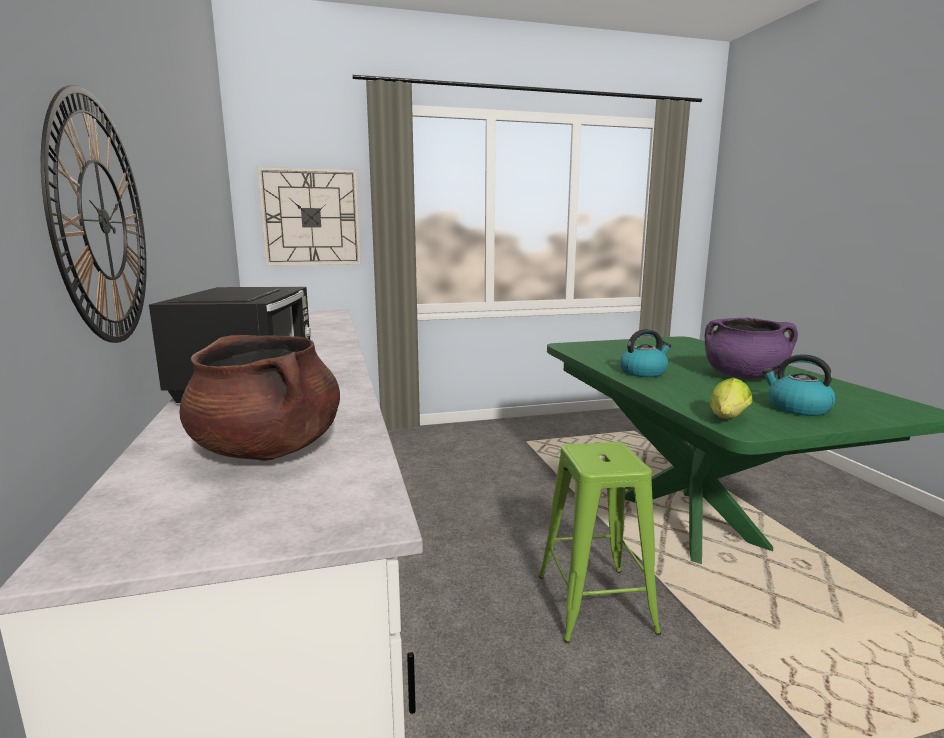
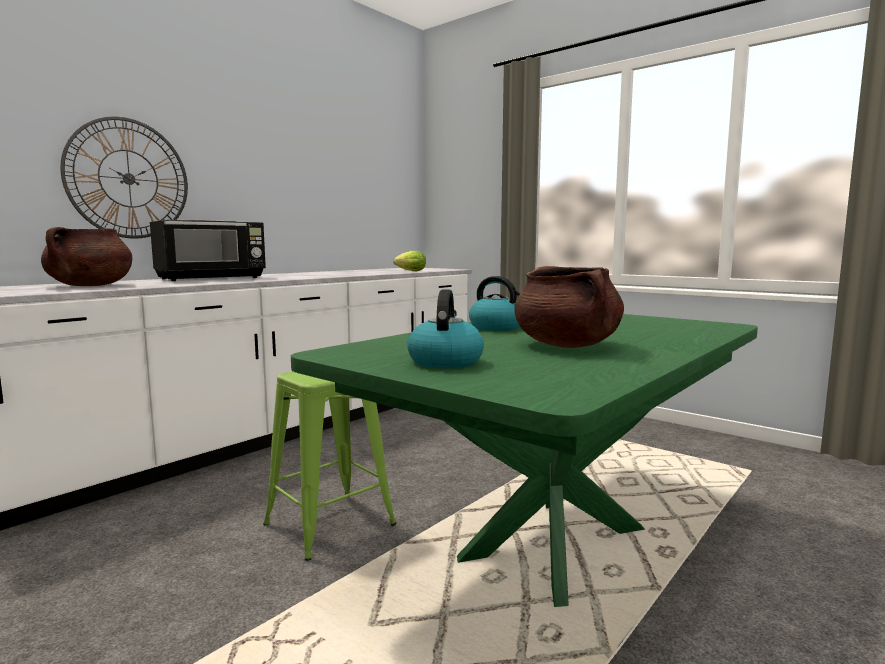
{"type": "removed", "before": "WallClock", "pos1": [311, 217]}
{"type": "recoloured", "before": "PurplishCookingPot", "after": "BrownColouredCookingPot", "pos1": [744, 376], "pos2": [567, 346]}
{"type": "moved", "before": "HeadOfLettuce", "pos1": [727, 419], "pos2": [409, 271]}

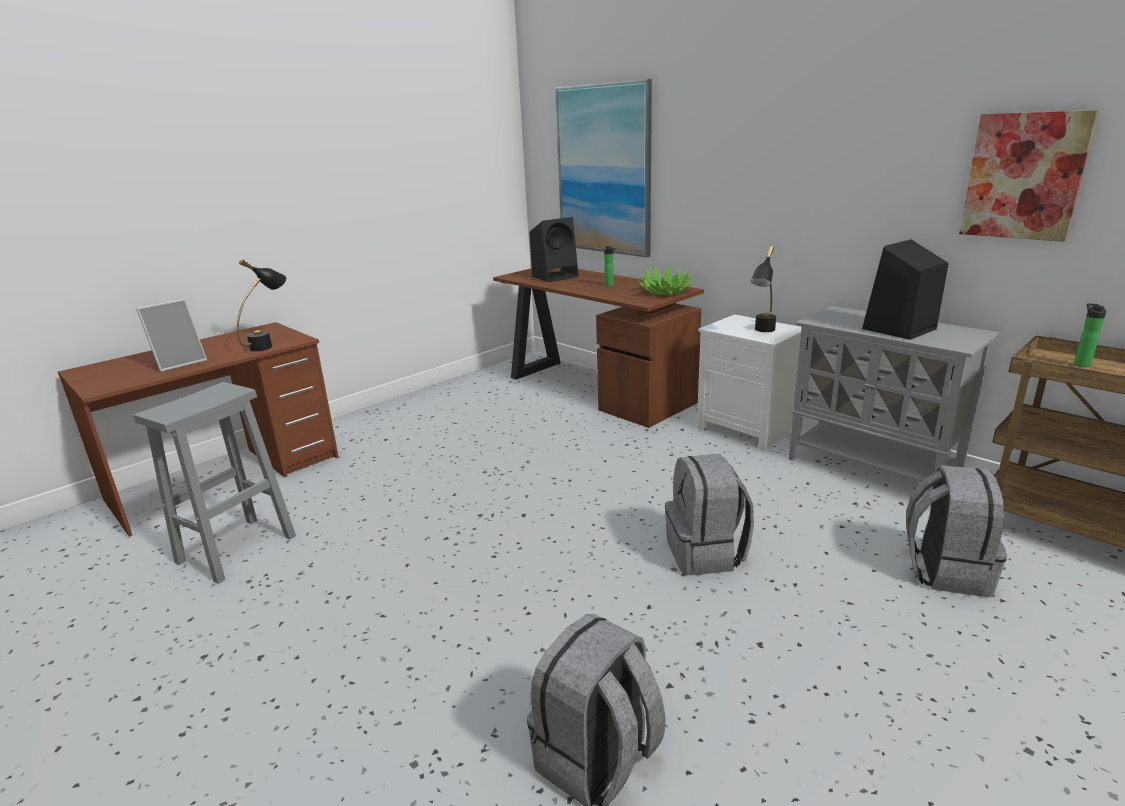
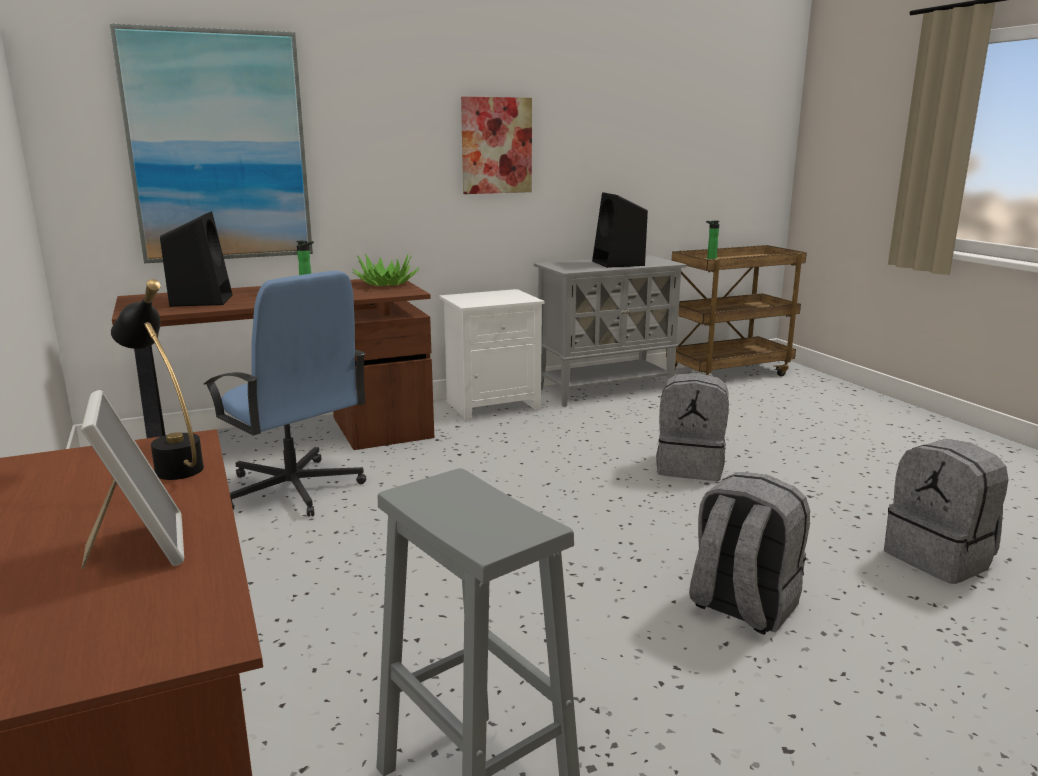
{"type": "moved", "before": "Picture", "pos1": [1024, 176], "pos2": [496, 145]}
{"type": "removed", "before": "BlackColouredTableLamp", "pos1": [762, 332]}
{"type": "moved", "before": "GrayKnapsack", "pos1": [945, 570], "pos2": [741, 607]}
{"type": "added", "after": "BluishOfficeChair", "pos2": [293, 490]}

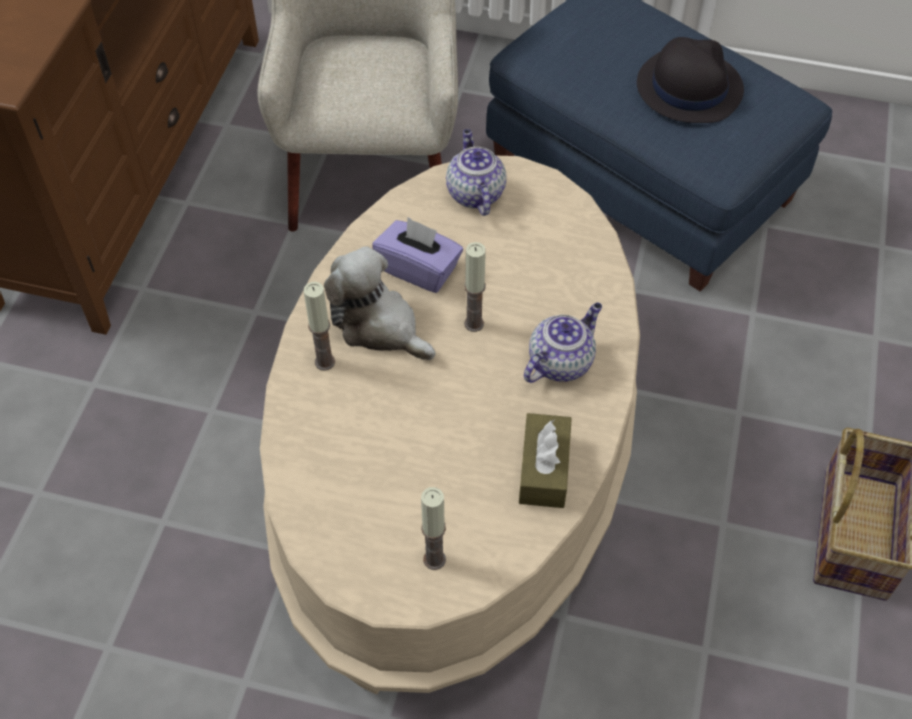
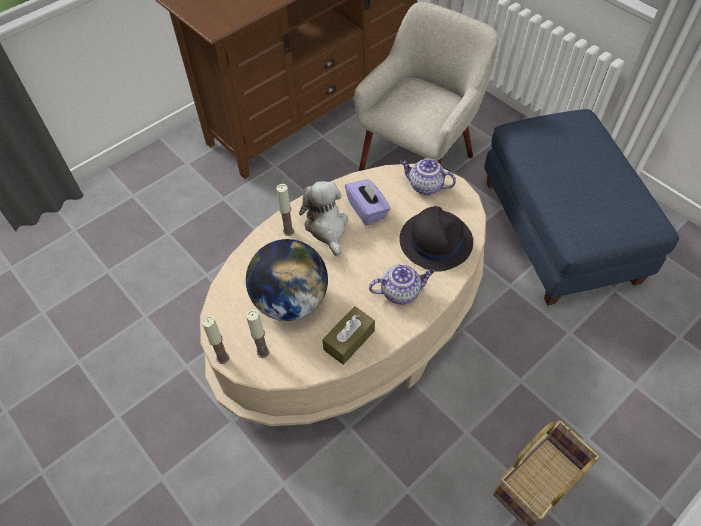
{"type": "moved", "before": "BlackColouredWearableHat", "pos1": [688, 87], "pos2": [435, 240]}
{"type": "turned", "before": "PotForTea", "pos1": [474, 193], "pos2": [425, 186], "turn": -90}
{"type": "moved", "before": "WaxCandle", "pos1": [474, 323], "pos2": [222, 358]}
{"type": "added", "after": "Globe", "pos2": [290, 301]}

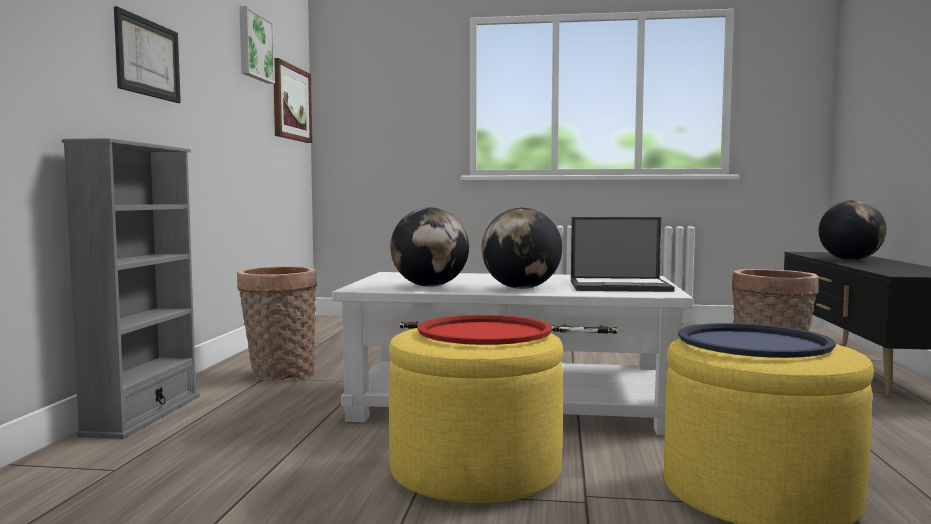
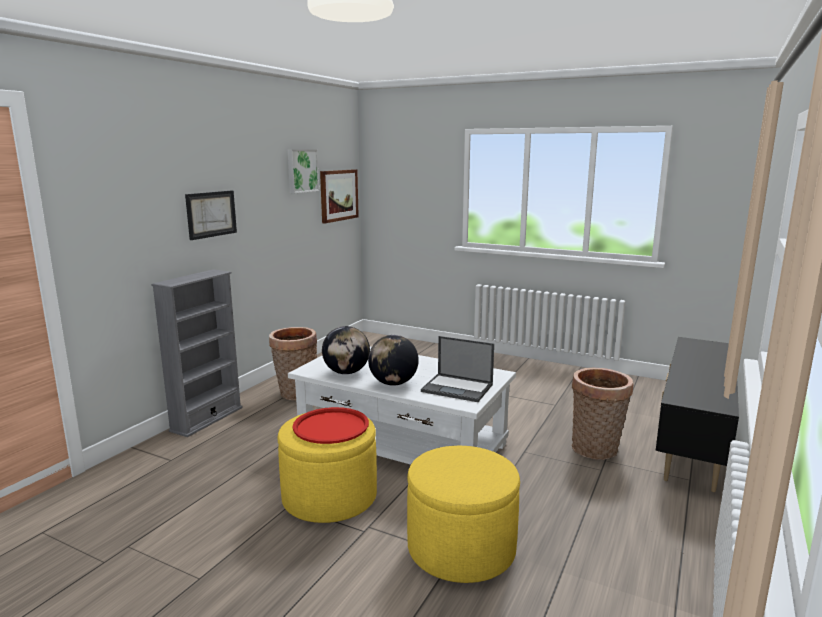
{"type": "removed", "before": "Globe", "pos1": [850, 260]}
{"type": "removed", "before": "BluishTray", "pos1": [753, 343]}

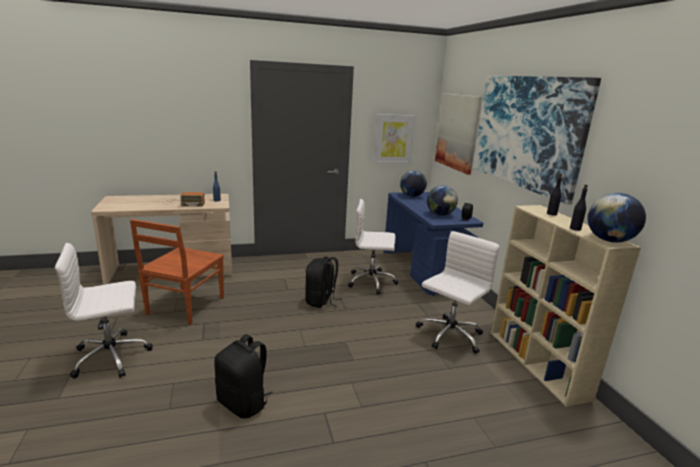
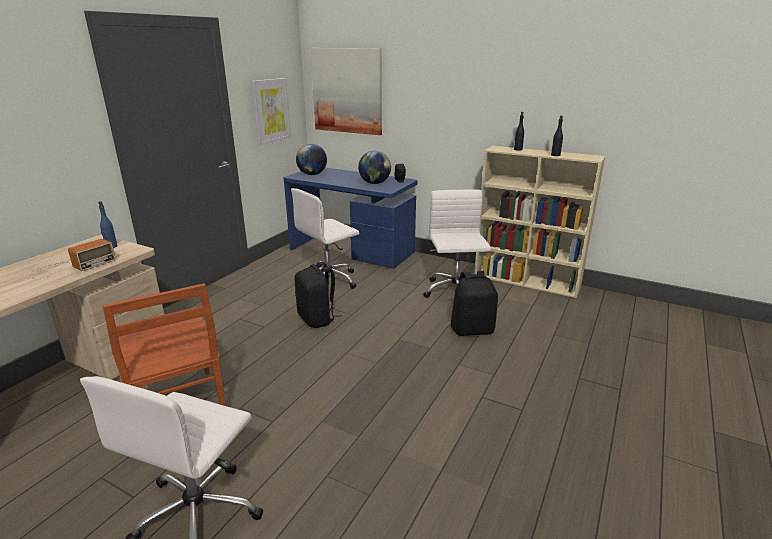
{"type": "removed", "before": "Picture", "pos1": [526, 132]}
{"type": "removed", "before": "Globe", "pos1": [609, 240]}
{"type": "moved", "before": "BlackColouredKnapsack", "pos1": [243, 403], "pos2": [472, 329]}

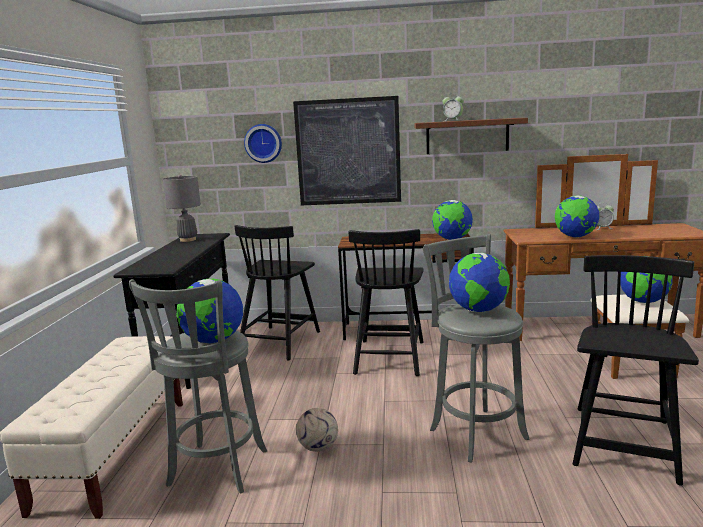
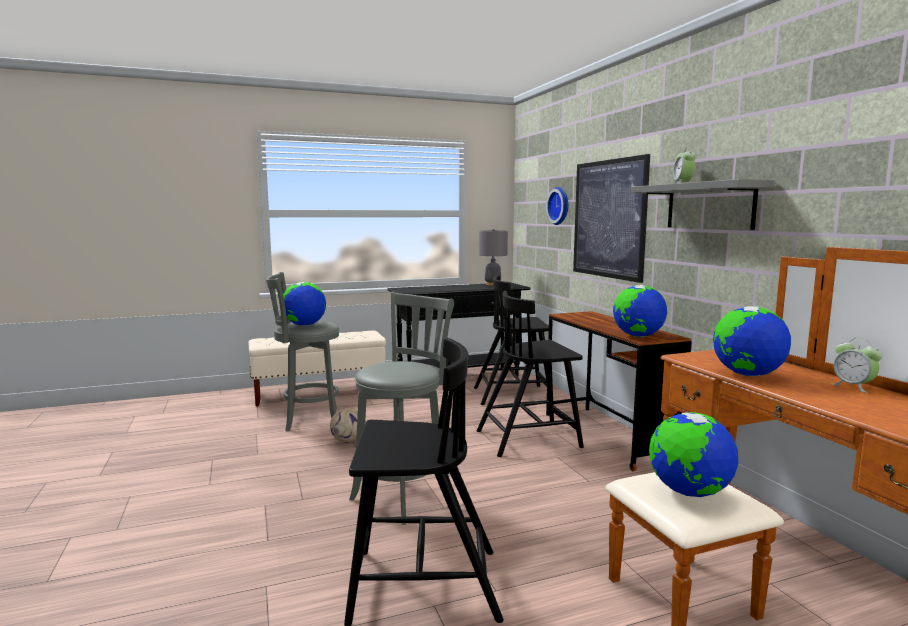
{"type": "recoloured", "before": "BrownColouredShelf", "after": "GrayShelf", "pos1": [467, 136], "pos2": [709, 206]}
{"type": "removed", "before": "Globe", "pos1": [478, 310]}

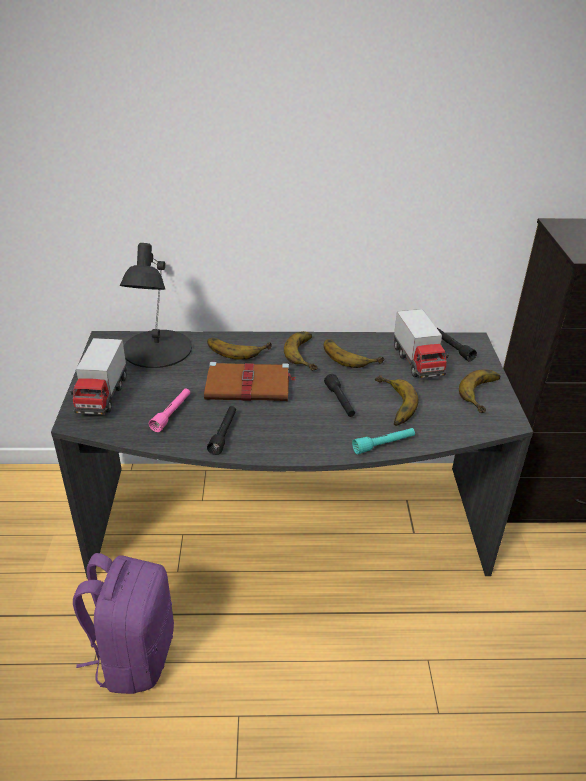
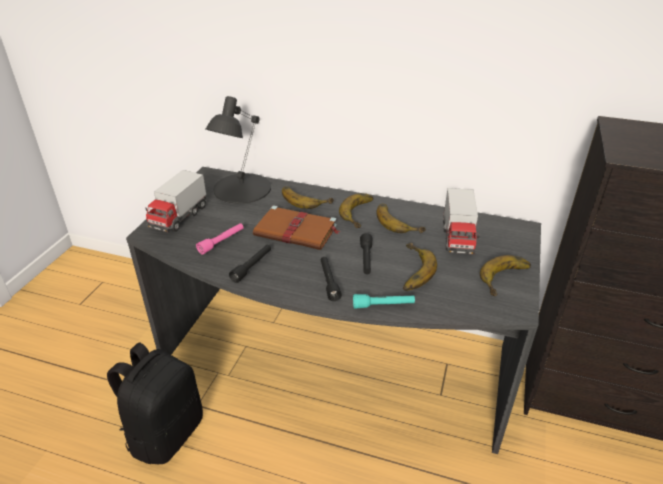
{"type": "moved", "before": "BlackColouredFlashlight", "pos1": [452, 348], "pos2": [329, 282]}
{"type": "recoloured", "before": "PurplishKnapsack", "after": "BlackColouredKnapsack", "pos1": [134, 655], "pos2": [165, 433]}

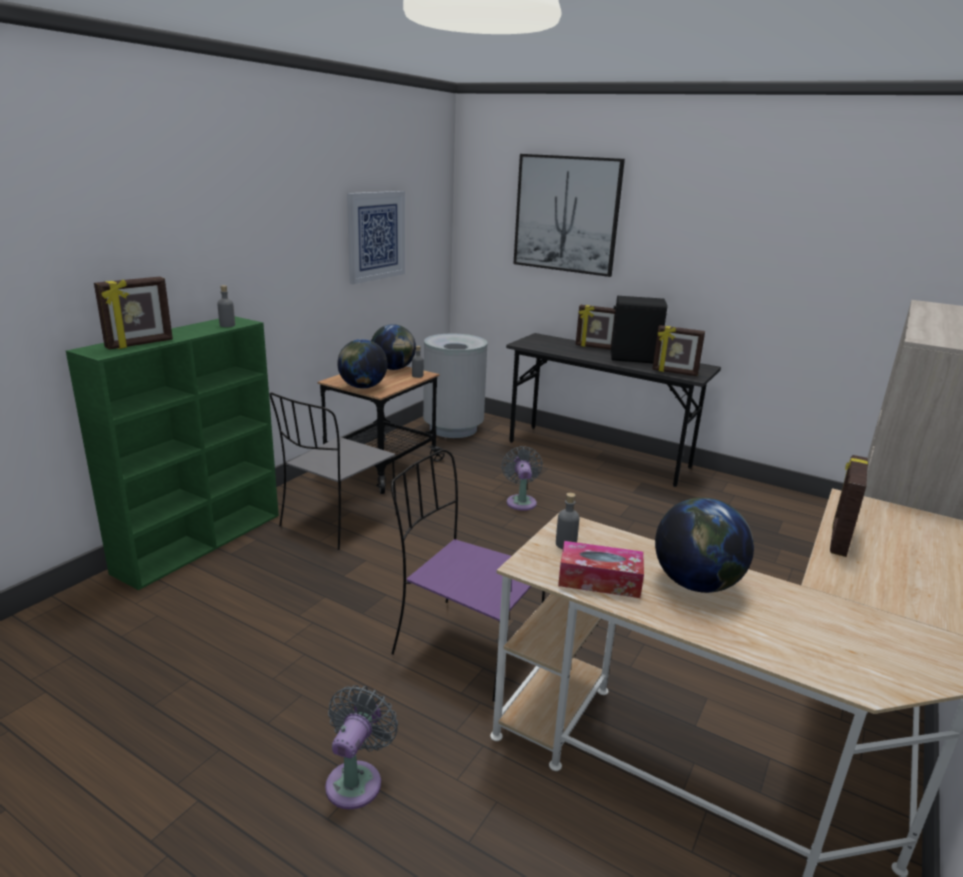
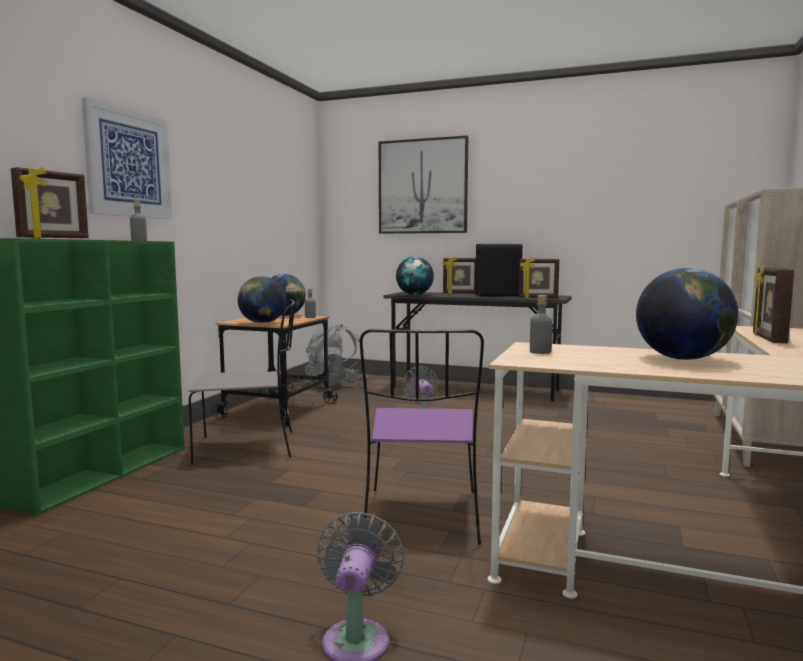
{"type": "moved", "before": "Picture", "pos1": [376, 236], "pos2": [129, 164]}
{"type": "replaced", "before": "GrayRubbishBin", "after": "GrayKnapsack", "pos1": [453, 429], "pos2": [336, 384]}
{"type": "turned", "before": "GrayChair", "pos1": [337, 522], "pos2": [248, 447], "turn": -120}
{"type": "turned", "before": "PurplishChair", "pos1": [464, 646], "pos2": [422, 517], "turn": -105}
{"type": "removed", "before": "TissueHolder", "pos1": [599, 580]}
{"type": "added", "after": "Globe", "pos2": [415, 294]}

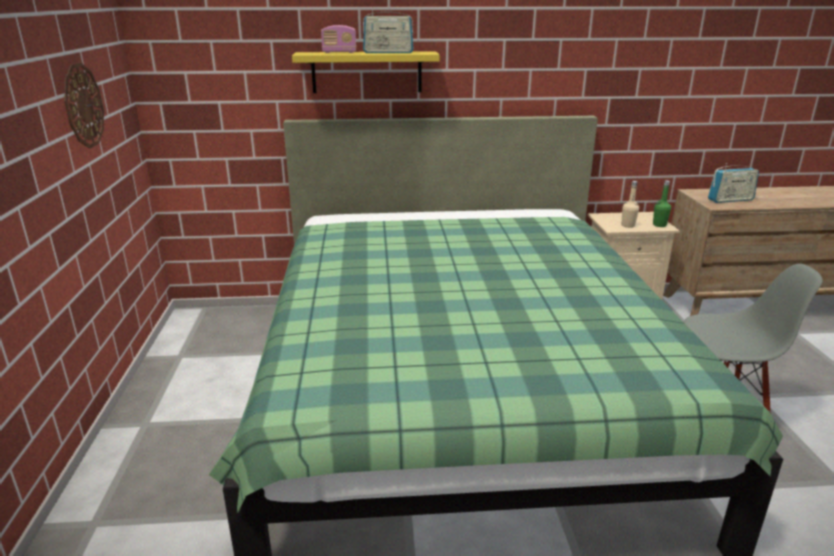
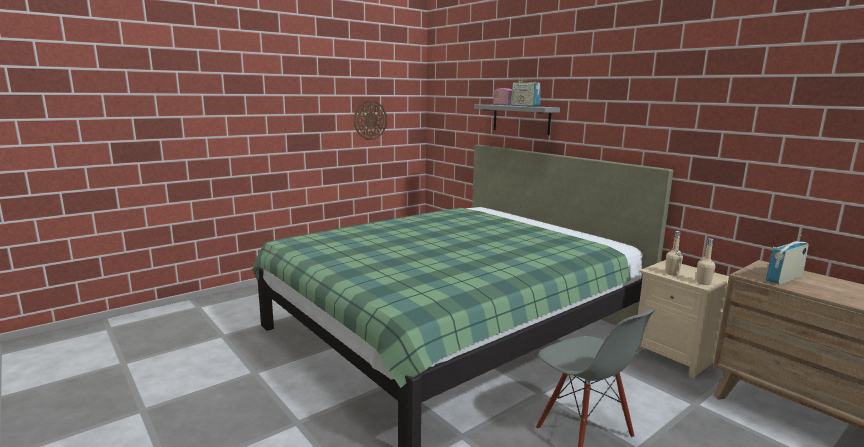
{"type": "recoloured", "before": "YellowishShelf", "after": "GrayShelf", "pos1": [366, 72], "pos2": [521, 119]}
{"type": "turned", "before": "RadioSet", "pos1": [730, 200], "pos2": [784, 278], "turn": 105}
{"type": "recoloured", "before": "GreenishDrinkBottle", "after": "BeigeDrinkBottle", "pos1": [659, 225], "pos2": [703, 283]}

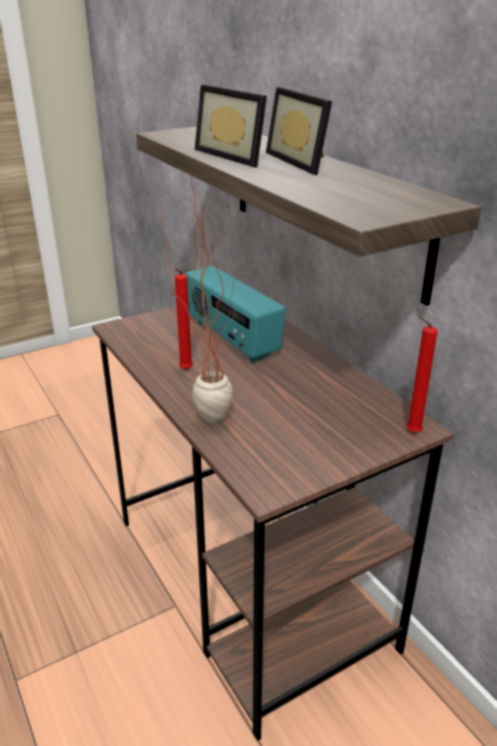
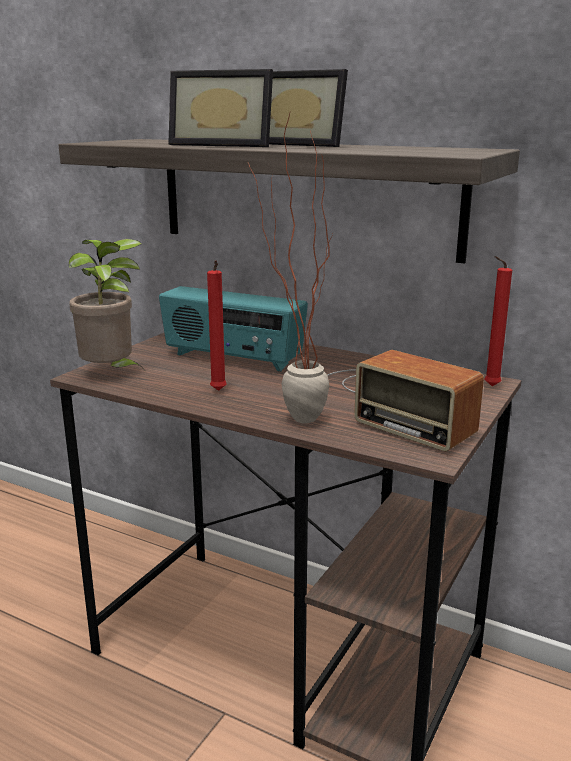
{"type": "added", "after": "PottedPlant", "pos2": [111, 375]}
{"type": "added", "after": "RadioSet", "pos2": [389, 403]}

